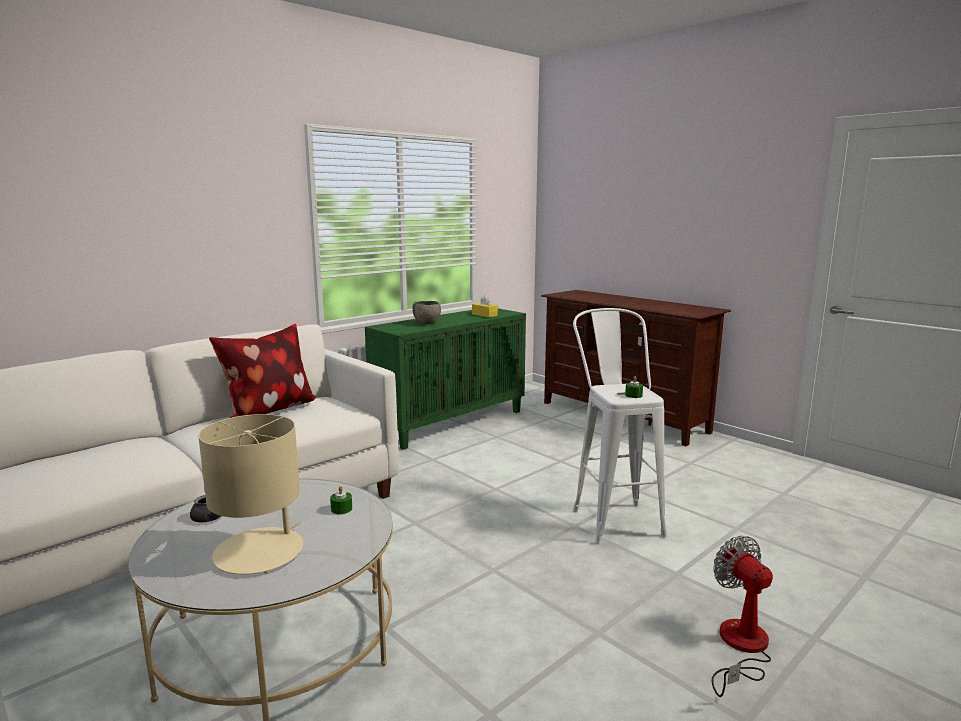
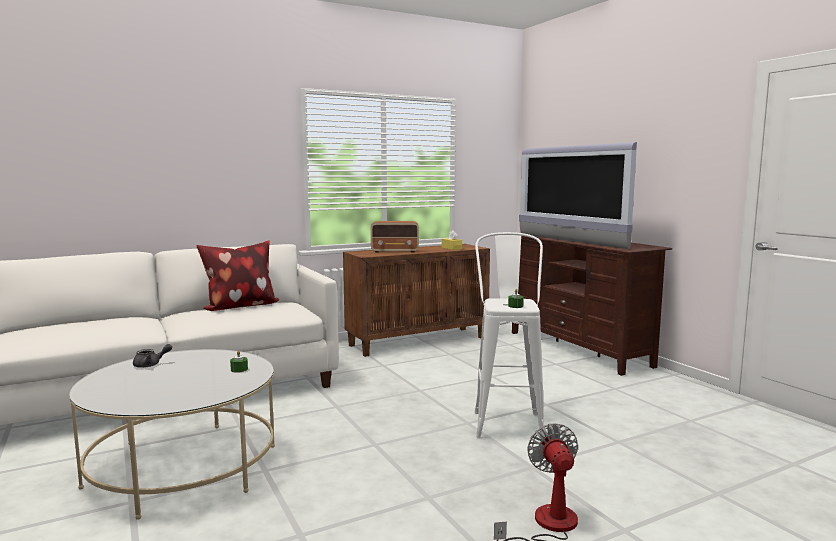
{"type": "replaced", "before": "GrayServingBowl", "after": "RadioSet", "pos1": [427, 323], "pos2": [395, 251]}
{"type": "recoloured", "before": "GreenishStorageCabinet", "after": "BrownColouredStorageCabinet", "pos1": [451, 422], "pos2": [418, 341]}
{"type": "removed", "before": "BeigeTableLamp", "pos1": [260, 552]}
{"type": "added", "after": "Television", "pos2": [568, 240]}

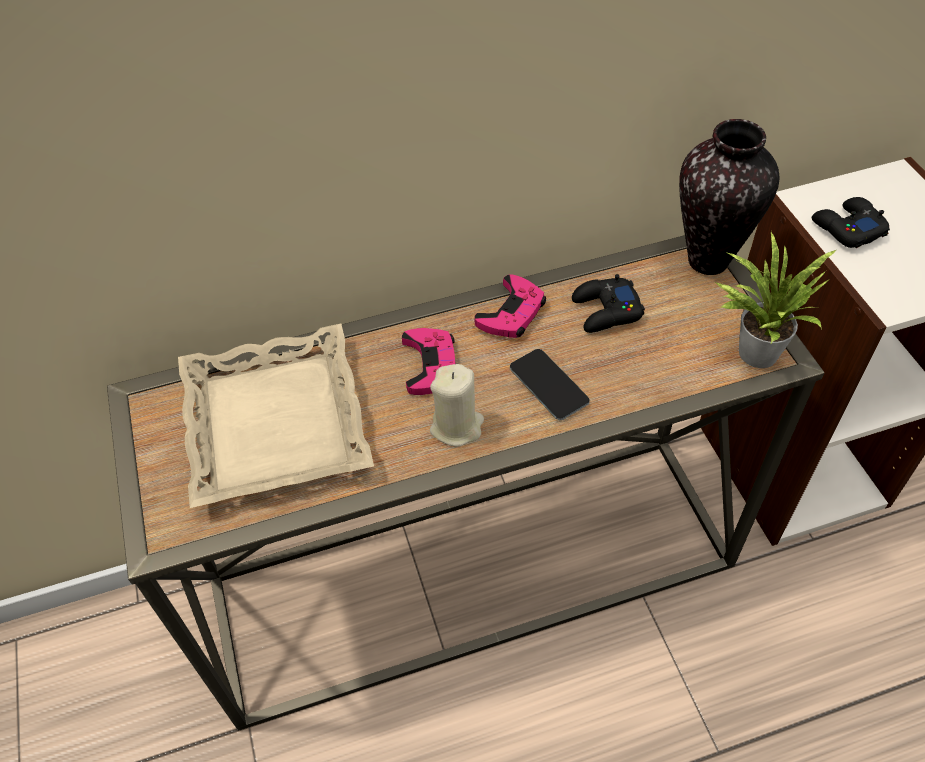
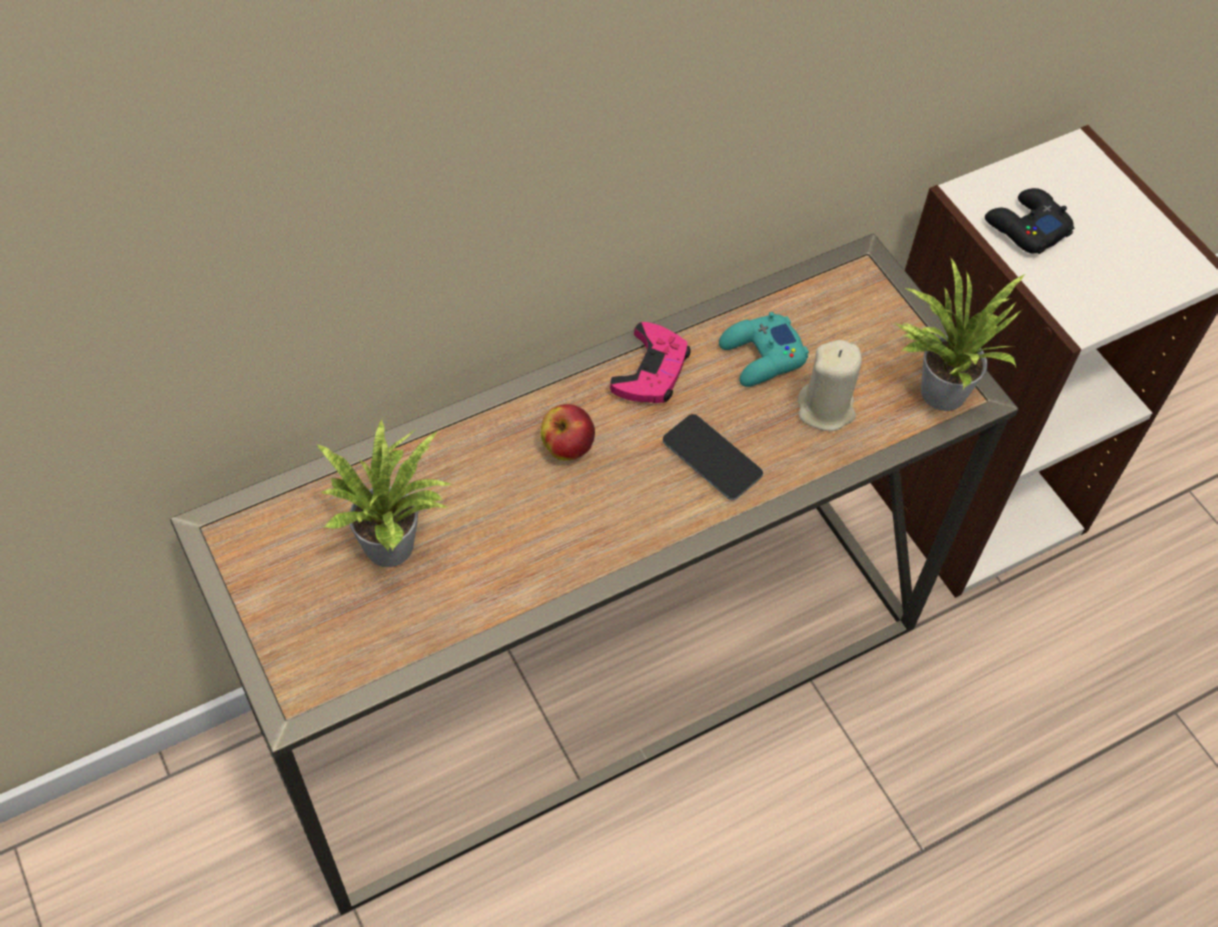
{"type": "removed", "before": "FlowerVase", "pos1": [709, 262]}
{"type": "recoloured", "before": "BlackColouredGamepad", "after": "TurquoiseColouredGamepad", "pos1": [606, 311], "pos2": [761, 357]}
{"type": "replaced", "before": "BeigeTray", "after": "PottedPlant", "pos1": [274, 423], "pos2": [395, 543]}
{"type": "replaced", "before": "PinkGamepad", "after": "WholeApple", "pos1": [430, 365], "pos2": [567, 447]}
{"type": "moved", "before": "BeigeWaxCandle", "pos1": [457, 426], "pos2": [826, 409]}

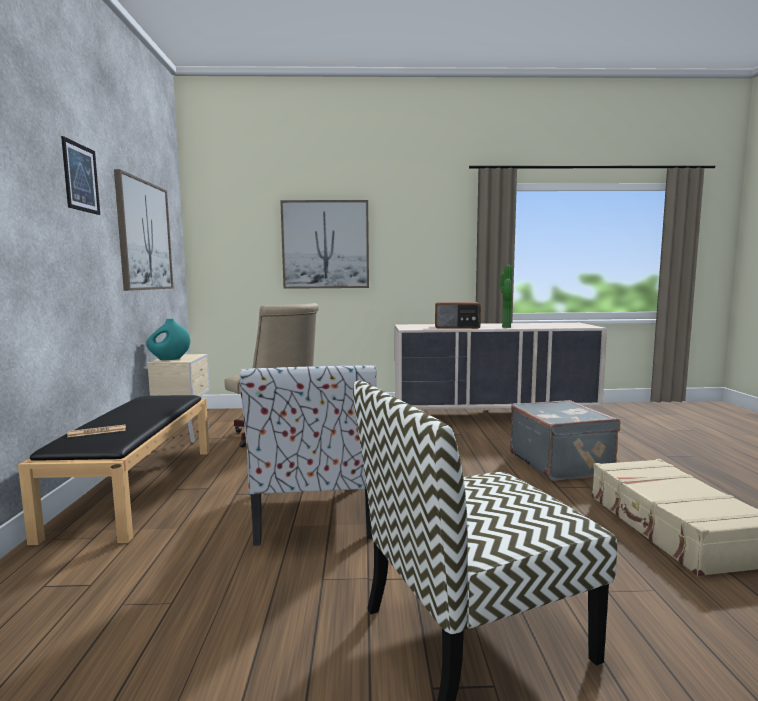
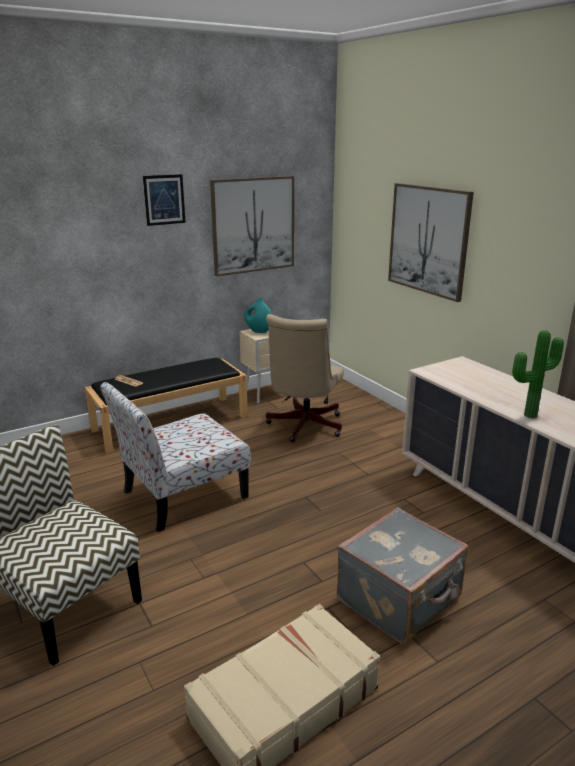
{"type": "removed", "before": "RadioSet", "pos1": [457, 327]}

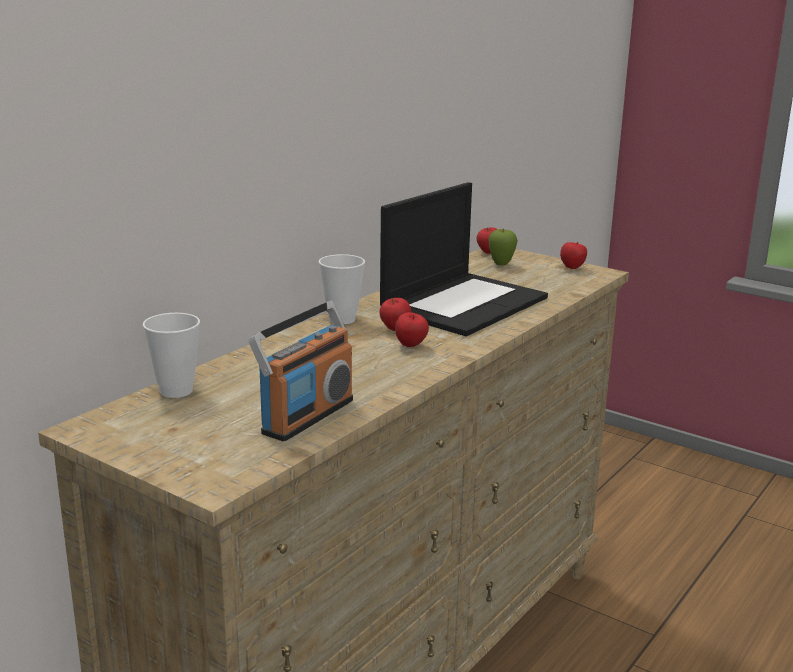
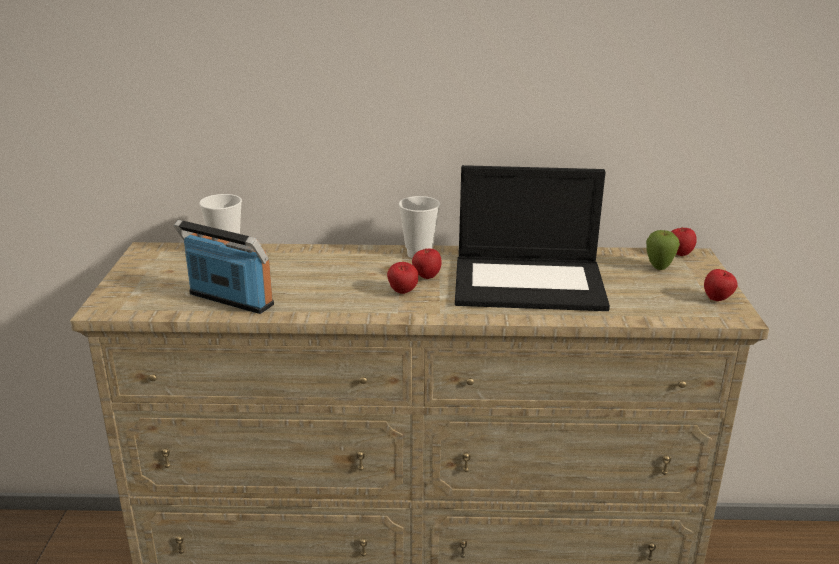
{"type": "turned", "before": "RadioSet", "pos1": [307, 416], "pos2": [230, 300], "turn": -150}

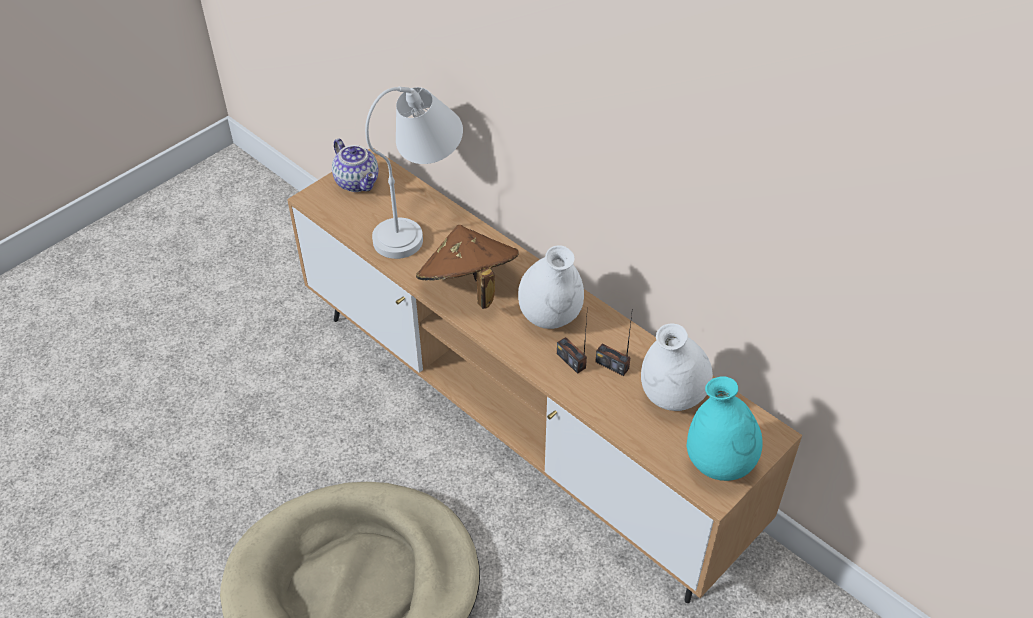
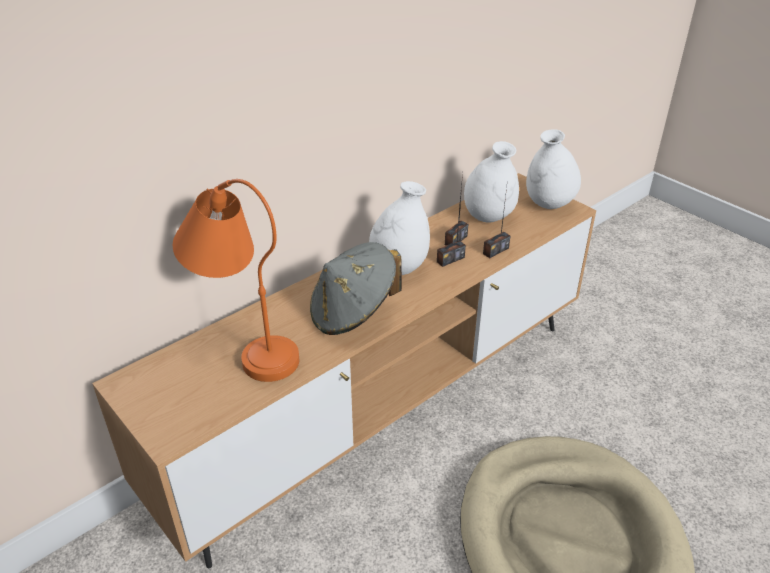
{"type": "recoloured", "before": "WhitishTableLamp", "after": "OrangeyTableLamp", "pos1": [421, 222], "pos2": [246, 343]}
{"type": "removed", "before": "PotForTea", "pos1": [358, 182]}
{"type": "recoloured", "before": "BrownColouredWearableHat", "after": "GrayWearableHat", "pos1": [468, 287], "pos2": [353, 313]}
{"type": "recoloured", "before": "TurquoiseColouredFlowerVase", "after": "WhitishFlowerVase", "pos1": [719, 464], "pos2": [549, 205]}
{"type": "added", "after": "RadioSet", "pos2": [495, 251]}

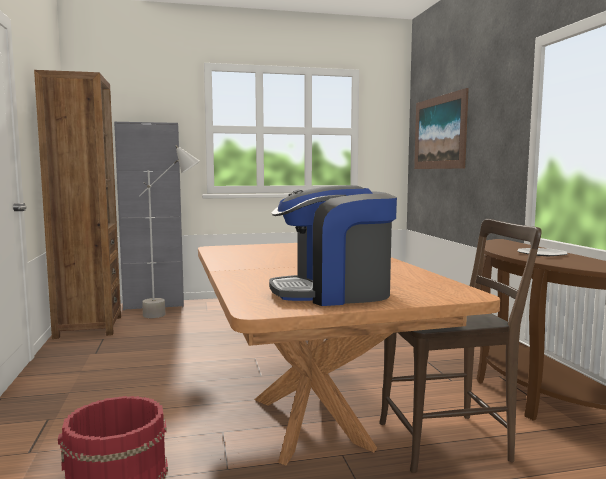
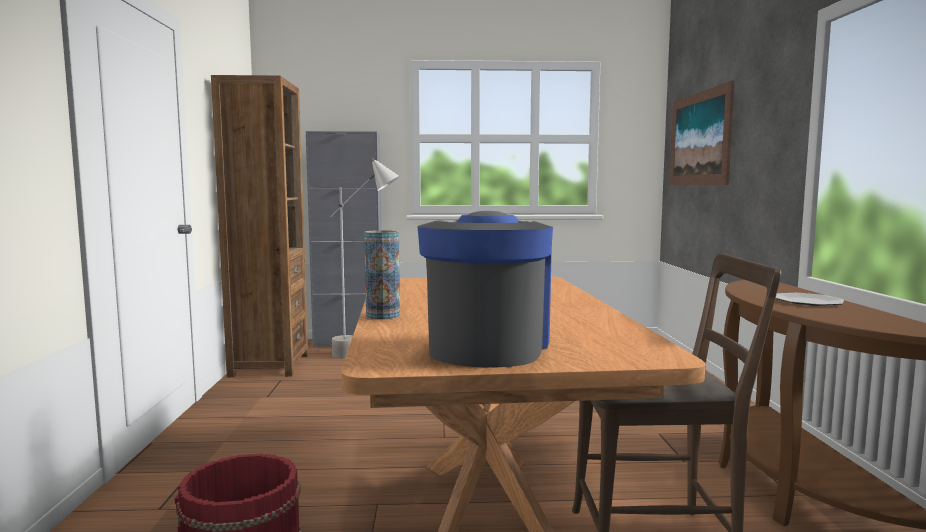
{"type": "turned", "before": "CoffeeMachine", "pos1": [334, 293], "pos2": [488, 346], "turn": 105}
{"type": "added", "after": "FlowerVase", "pos2": [383, 315]}

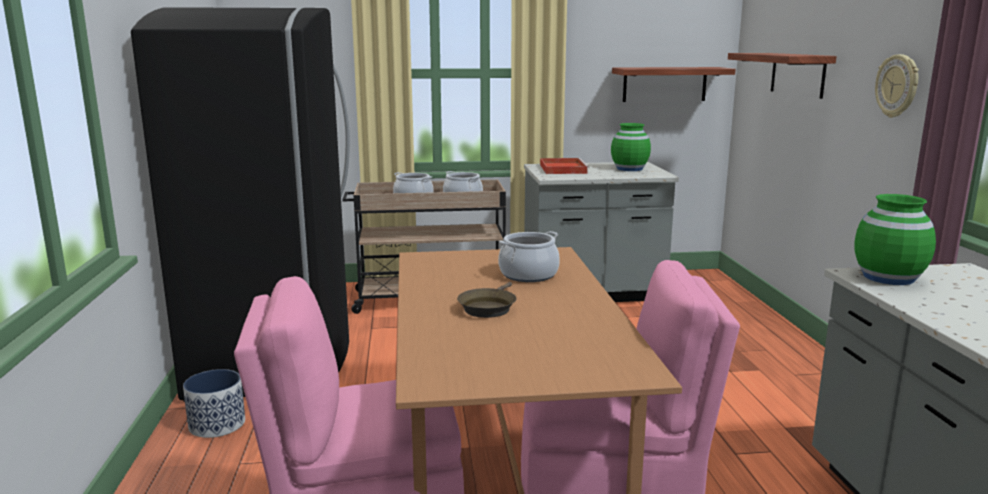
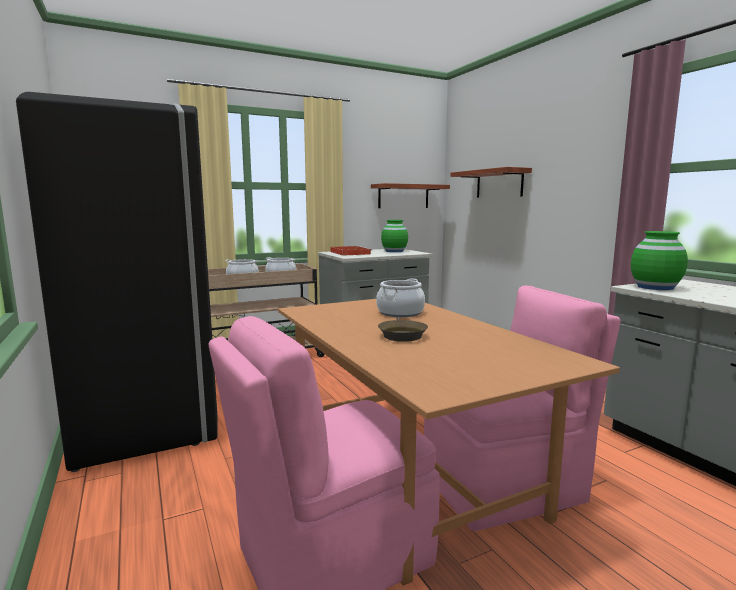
{"type": "removed", "before": "WallClock", "pos1": [897, 86]}
{"type": "removed", "before": "FlowerPot", "pos1": [217, 424]}

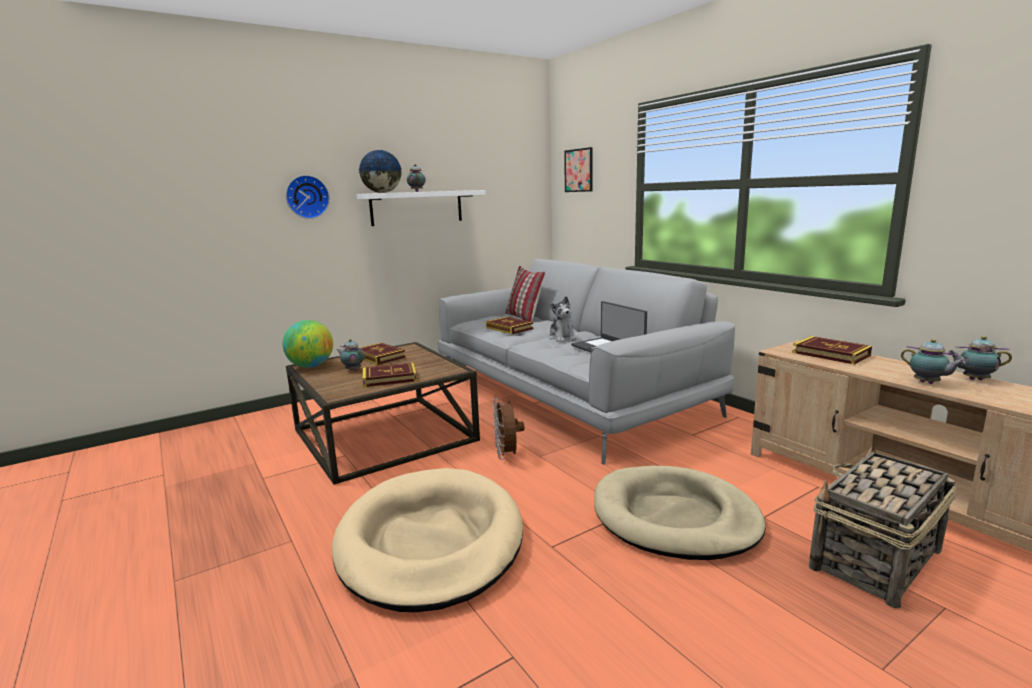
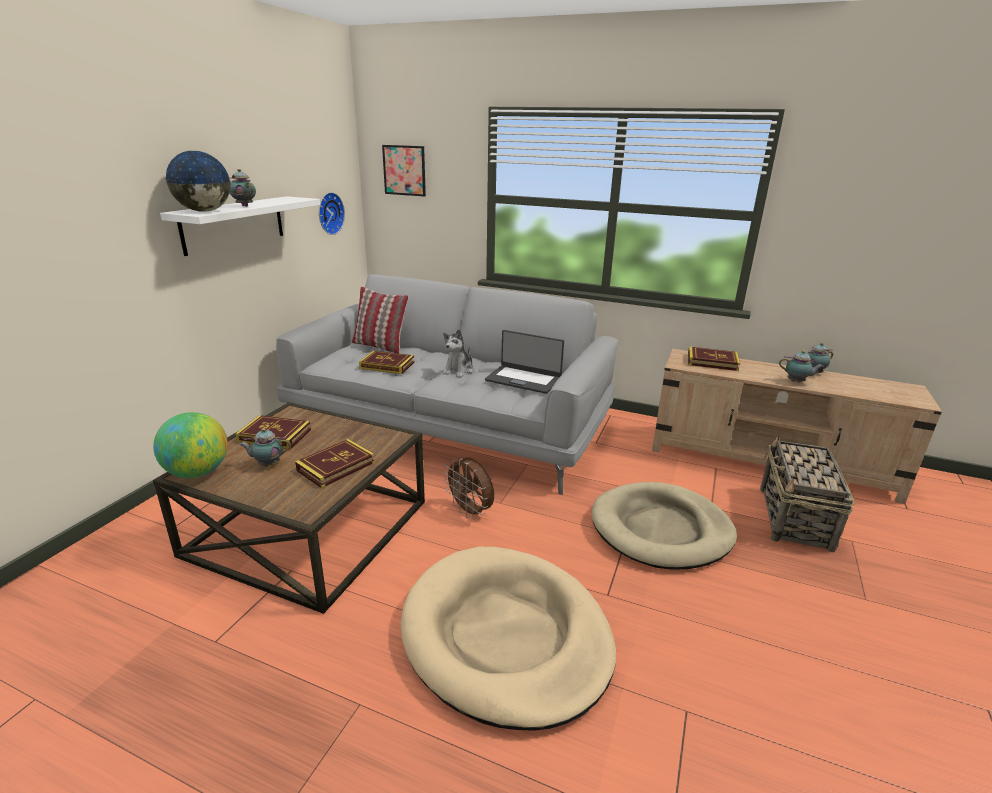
{"type": "moved", "before": "WallClock", "pos1": [307, 197], "pos2": [329, 213]}
{"type": "turned", "before": "SoftToy", "pos1": [562, 338], "pos2": [459, 370], "turn": 75}

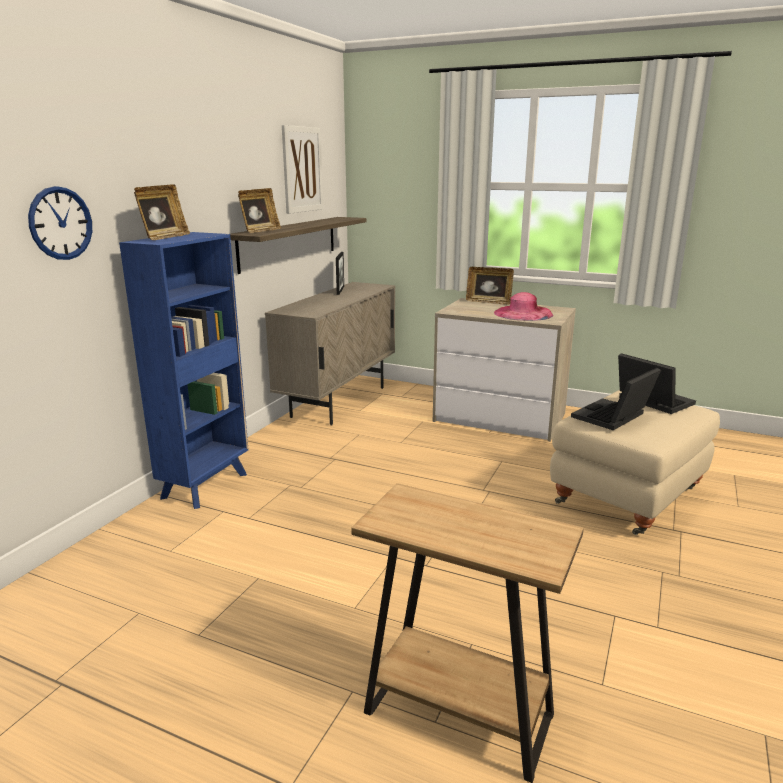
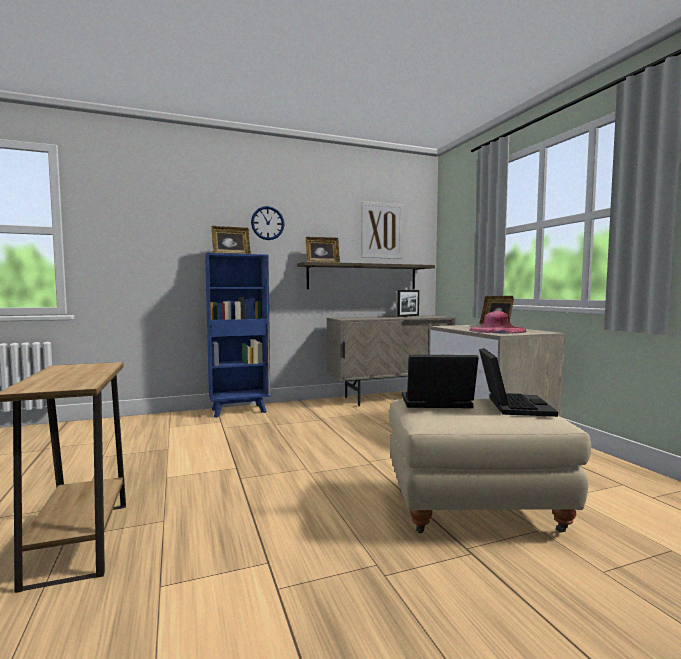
{"type": "moved", "before": "WallClock", "pos1": [60, 223], "pos2": [267, 223]}

